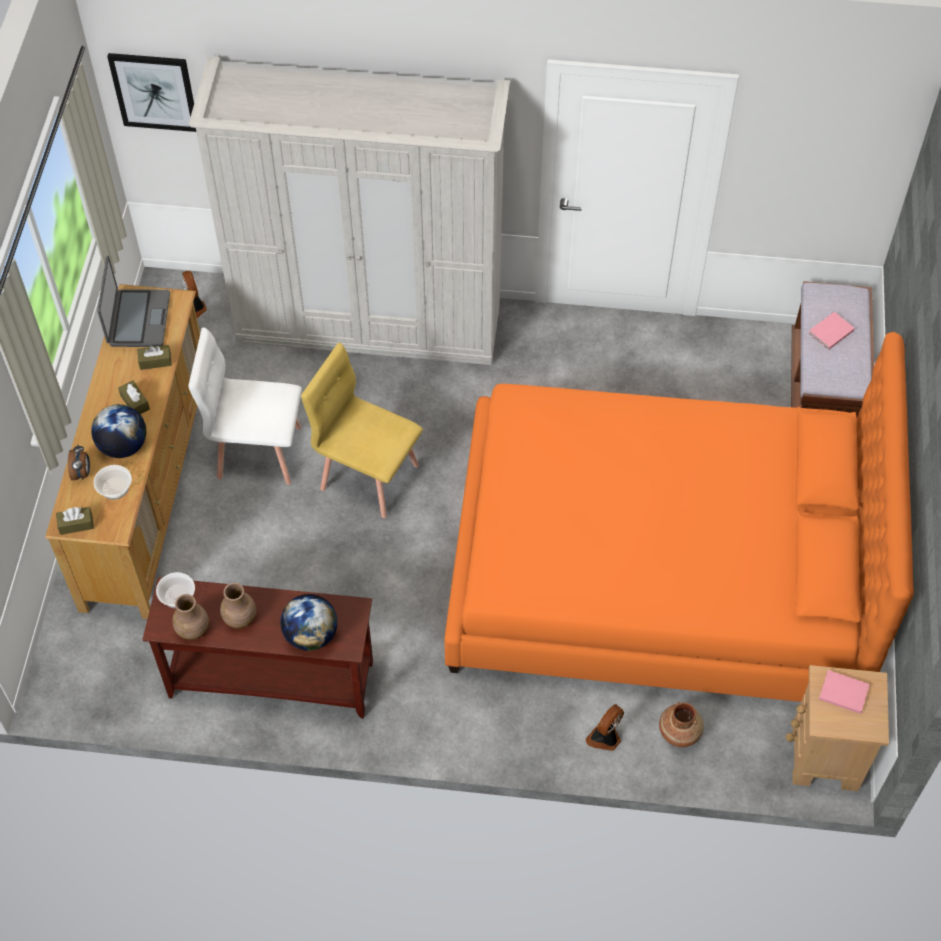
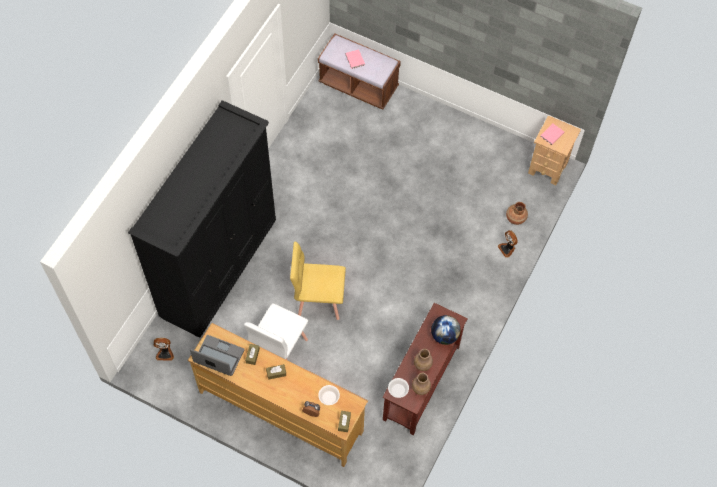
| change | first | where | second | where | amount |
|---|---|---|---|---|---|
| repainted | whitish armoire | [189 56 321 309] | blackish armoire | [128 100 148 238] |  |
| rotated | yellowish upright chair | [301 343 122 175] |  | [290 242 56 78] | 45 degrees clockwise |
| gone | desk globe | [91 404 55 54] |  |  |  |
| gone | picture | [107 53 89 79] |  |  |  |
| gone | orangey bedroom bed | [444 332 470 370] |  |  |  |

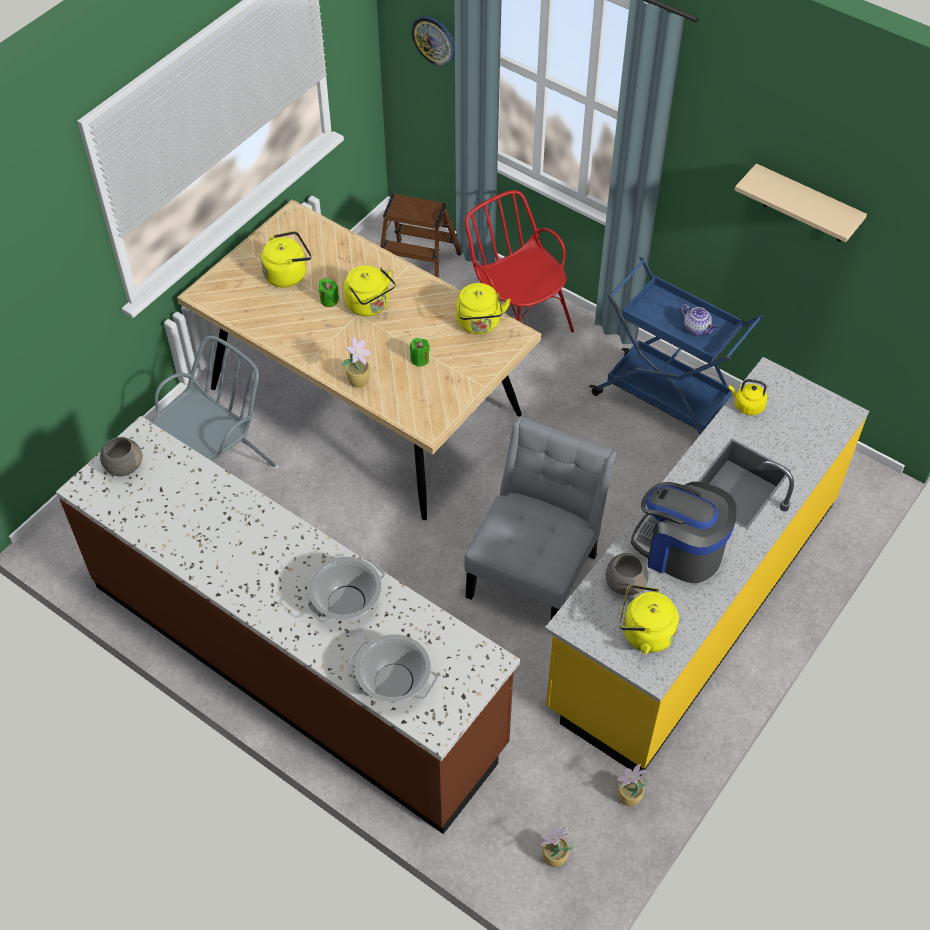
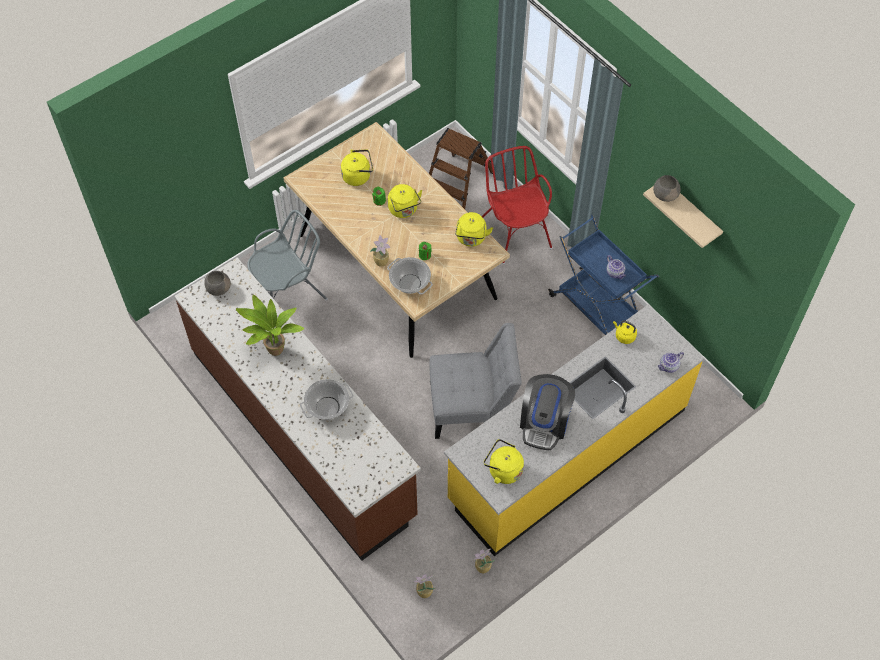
| change | first | where | second | where | amount |
|---|---|---|---|---|---|
| new |  |  | potted plant | [236 295 68 61] |  |
| shifted | stockpot | [349 634 89 68] |  | [387 257 46 37] |  |
| rotated | greyish upright chair | [464 416 153 203] |  | [429 323 93 116] | 45 degrees clockwise |
| rotated | coffee brewer | [631 482 106 101] |  | [520 374 55 76] | 120 degrees counterclockwise |
| shifted | greyish bowl | [606 553 43 43] |  | [653 175 28 27] |  |
| new |  |  | tea pot | [658 352 26 21] |  |
| gone | wall clock | [411 16 44 50] |  |  |  |

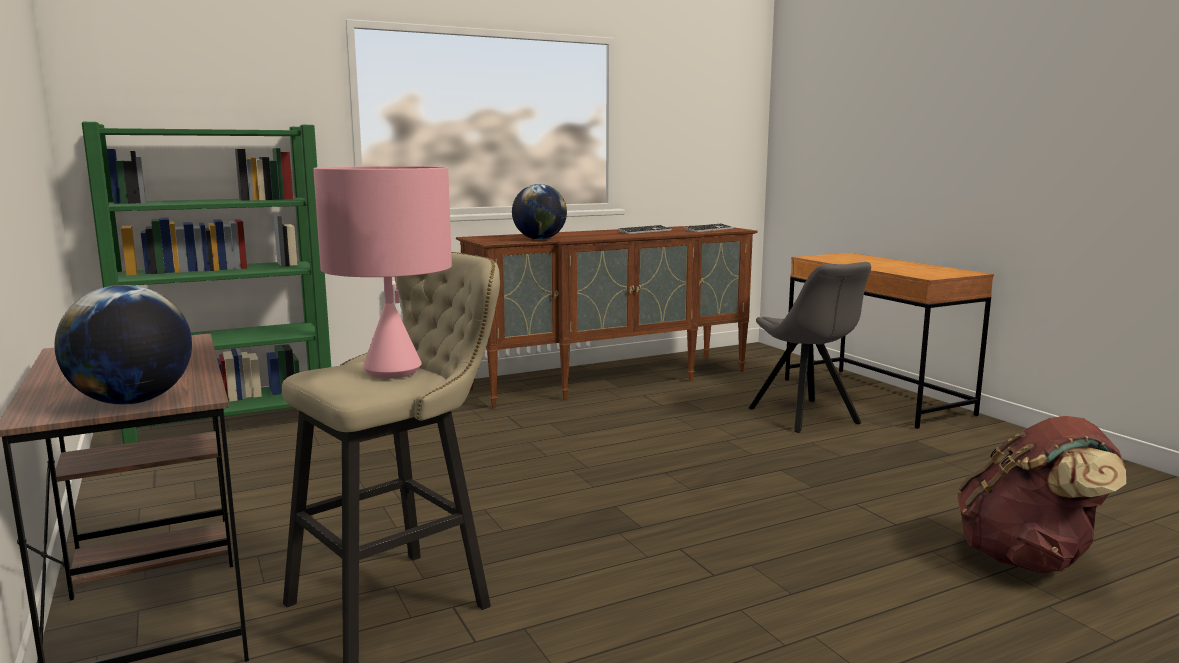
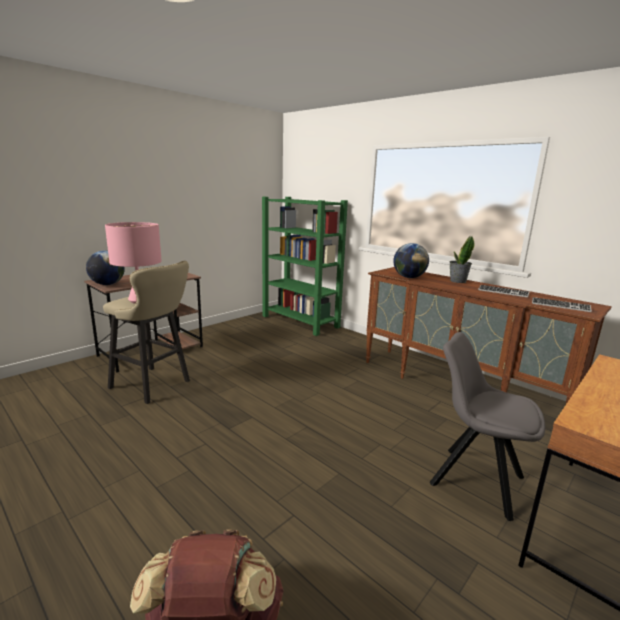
| change | first | where | second | where | amount |
|---|---|---|---|---|---|
| rotated | greyish upright chair | [749 262 122 171] |  | [430 332 115 189] | 75 degrees clockwise |
| new |  |  | potted plant | [449 236 26 47] |  |

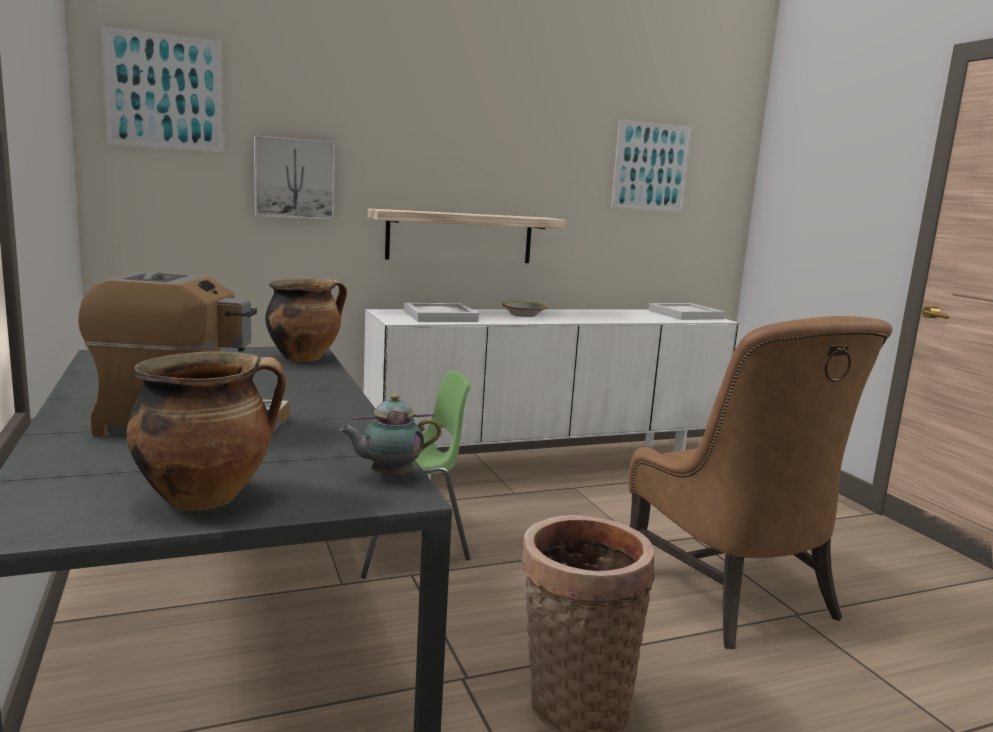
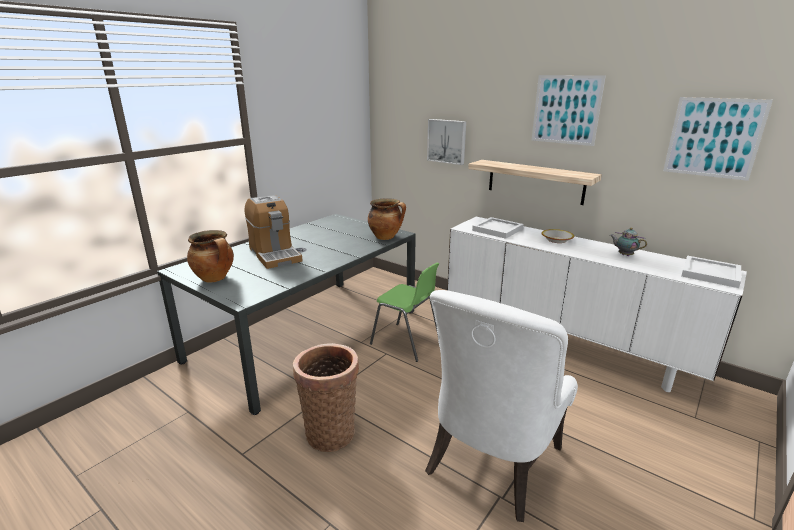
| change | first | where | second | where | amount |
|---|---|---|---|---|---|
| repainted | brown-coloured upright chair | [629 316 264 333] | whitish upright chair | [425 290 153 232] |  |
| shifted | picture | [101 26 123 127] |  | [532 75 74 71] |  |
| shifted | tea pot | [340 394 101 83] |  | [610 227 37 29] |  |

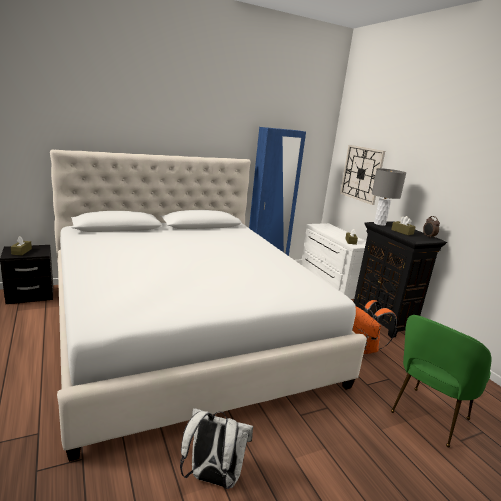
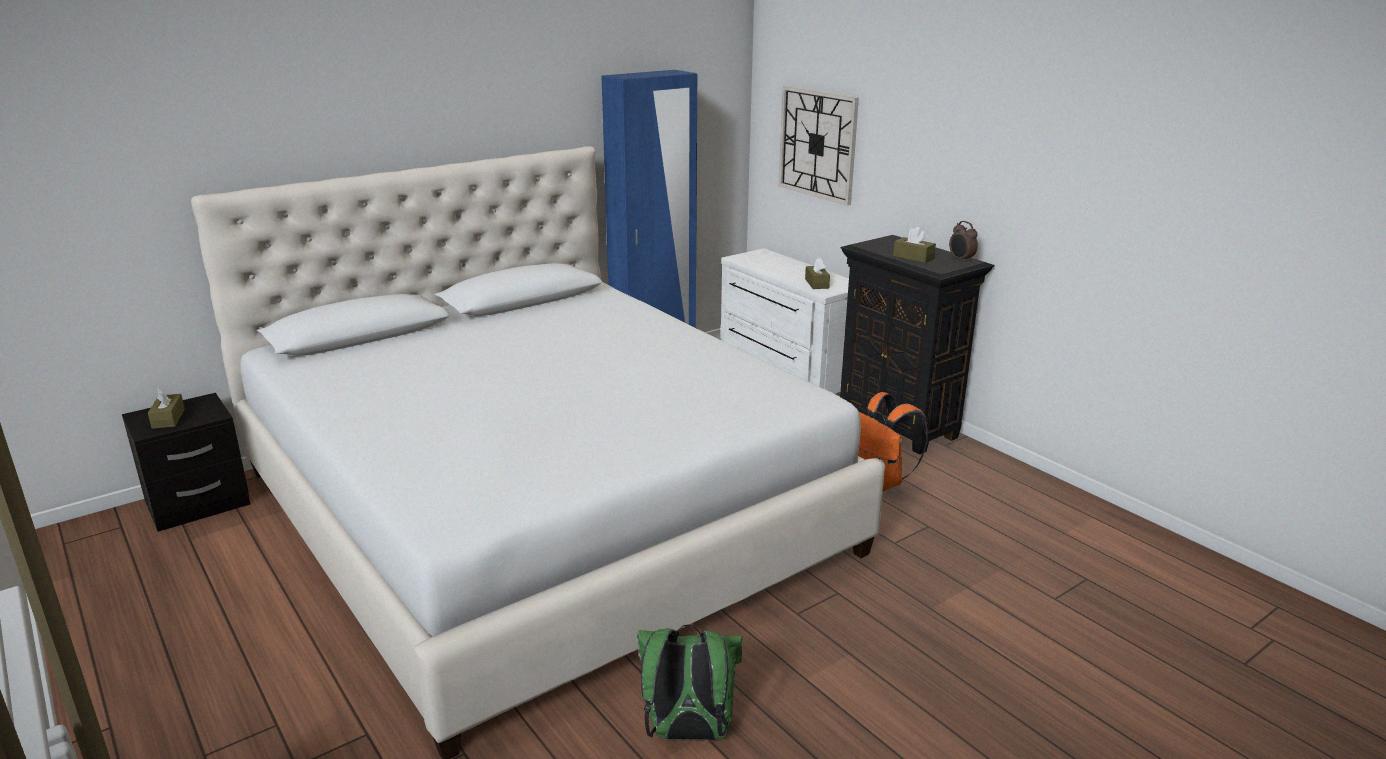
| change | first | where | second | where | amount |
|---|---|---|---|---|---|
| repainted | whitish knapsack | [180 408 73 81] | green knapsack | [637 624 105 116] |  |
| gone | greyish table lamp | [372 168 34 58] |  |  |  |
| gone | green upright chair | [391 315 101 132] |  |  |  |

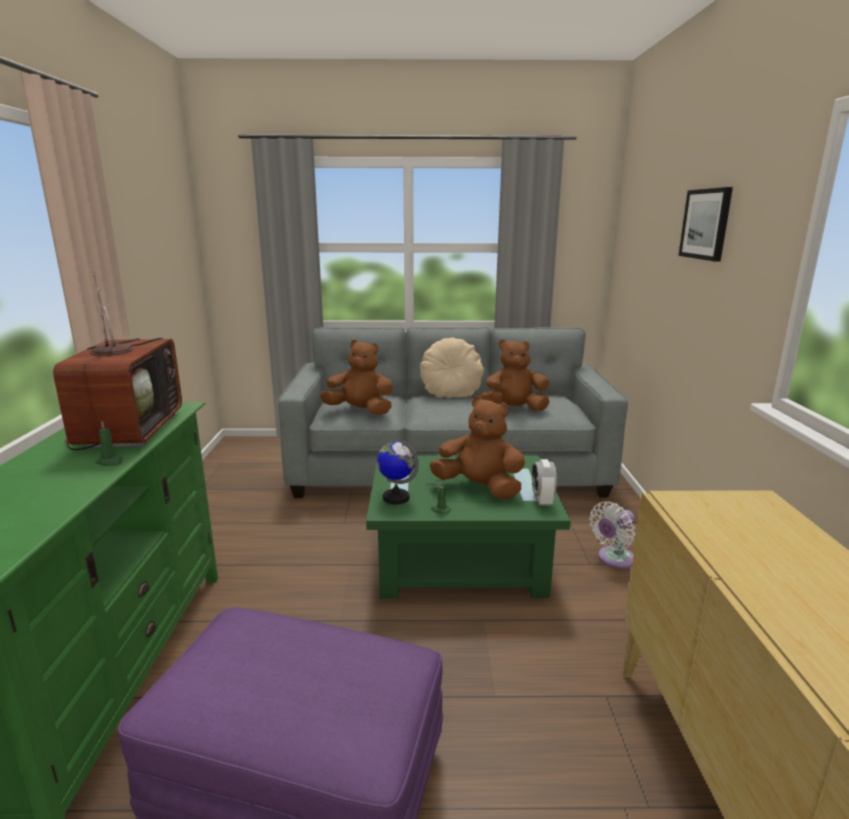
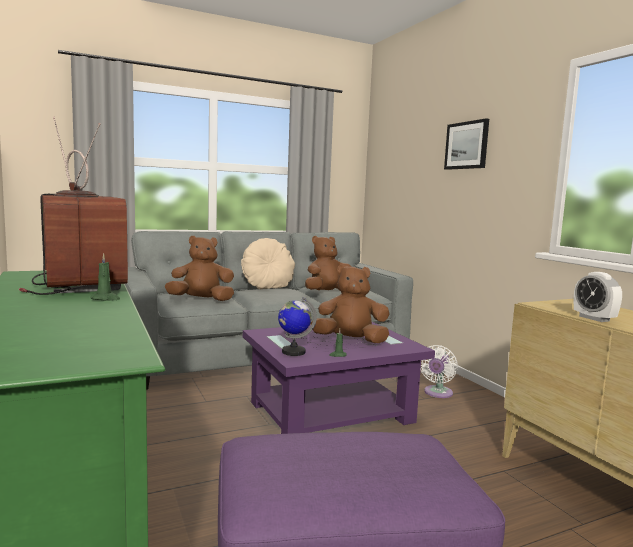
| change | first | where | second | where | amount |
|---|---|---|---|---|---|
| repainted | green low table | [366 456 205 142] | purple-coloured low table | [243 322 192 112] |  |
| shifted | alarm clock | [532 459 25 47] |  | [574 272 48 50] |  |

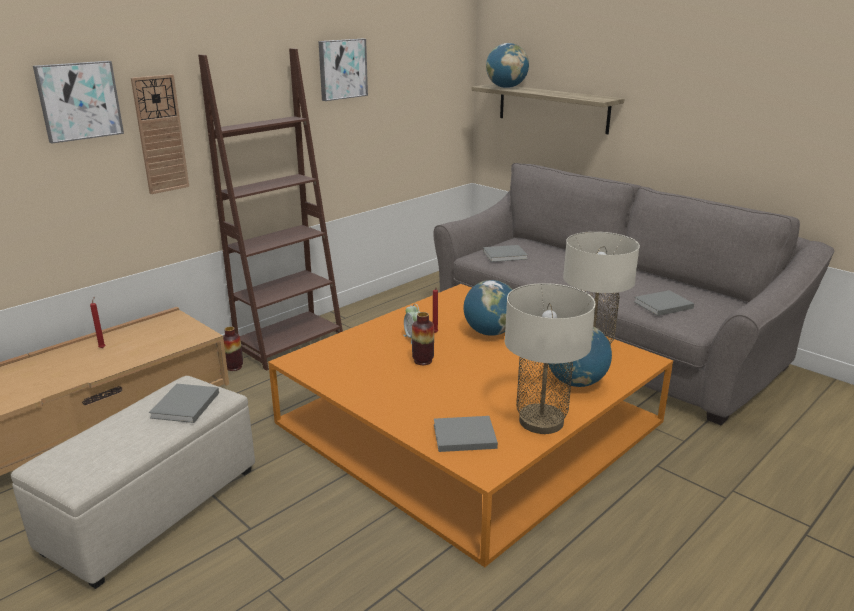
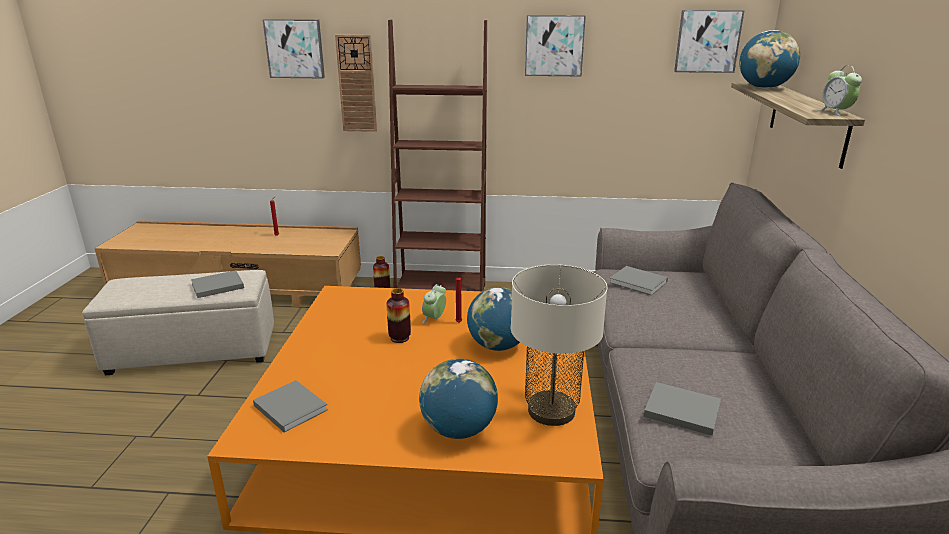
| change | first | where | second | where | amount |
|---|---|---|---|---|---|
| new |  |  | picture | [674 10 70 63] |  |
| new |  |  | alarm clock | [819 66 43 50] |  |
| gone | table lamp | [505 283 91 151] |  |  |  |

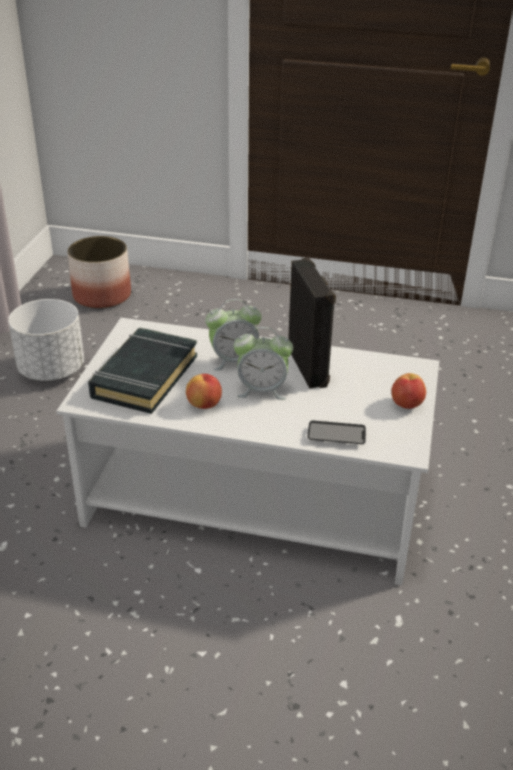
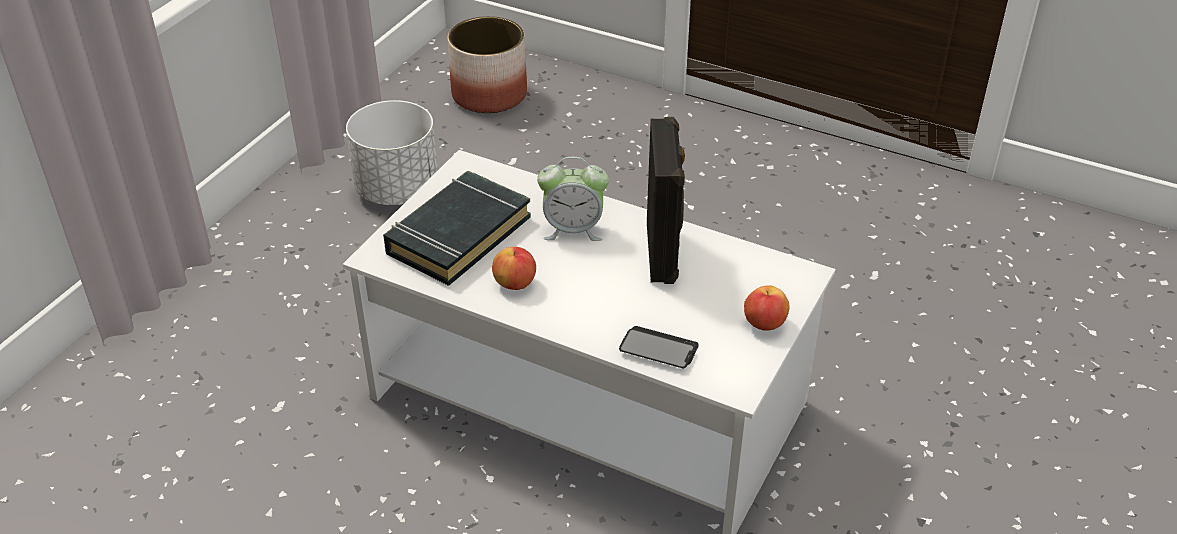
| change | first | where | second | where | amount |
|---|---|---|---|---|---|
| gone | alarm clock | [234 327 59 73] |  |  |  |

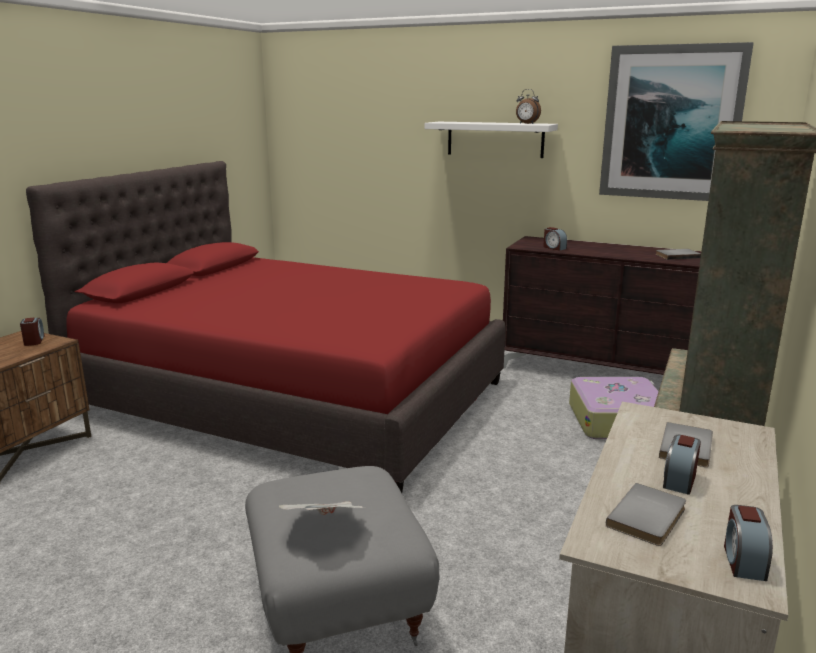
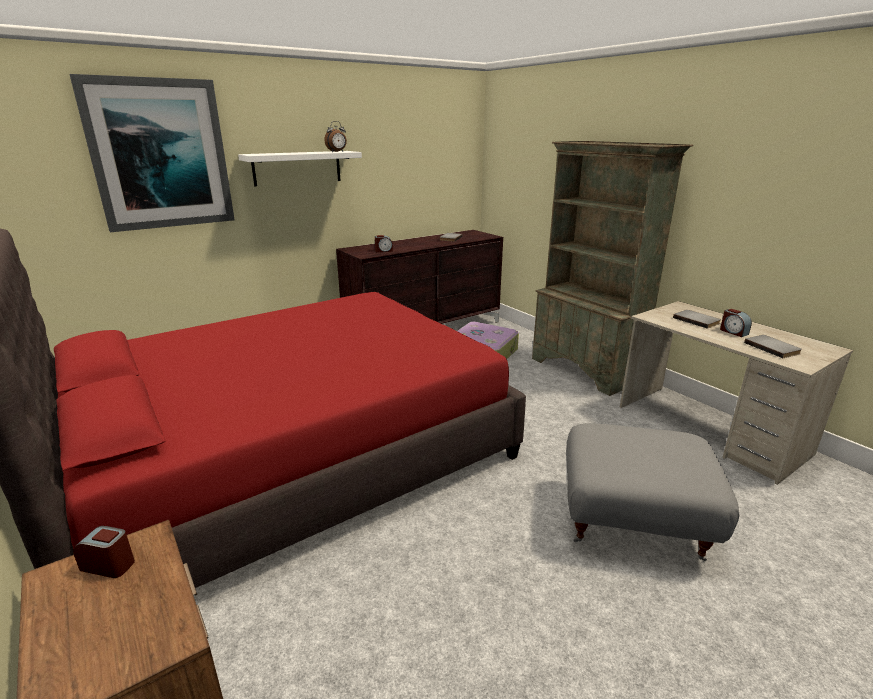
| change | first | where | second | where | amount |
|---|---|---|---|---|---|
| shifted | picture | [599 42 155 159] |  | [70 74 165 158] |  |
| gone | printed paper | [279 502 85 13] |  |  |  |
| gone | alarm clock | [724 505 49 76] |  |  |  |

